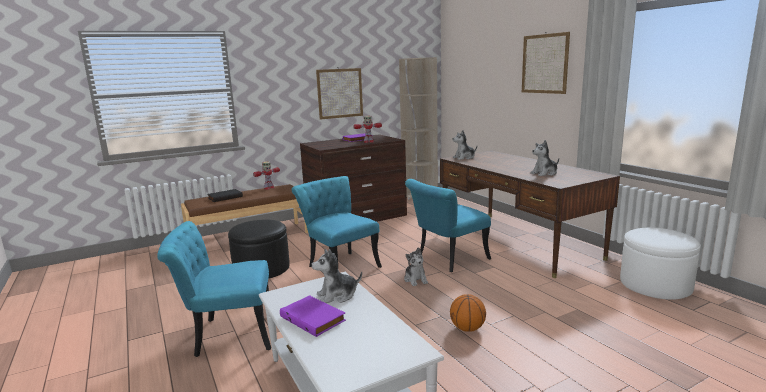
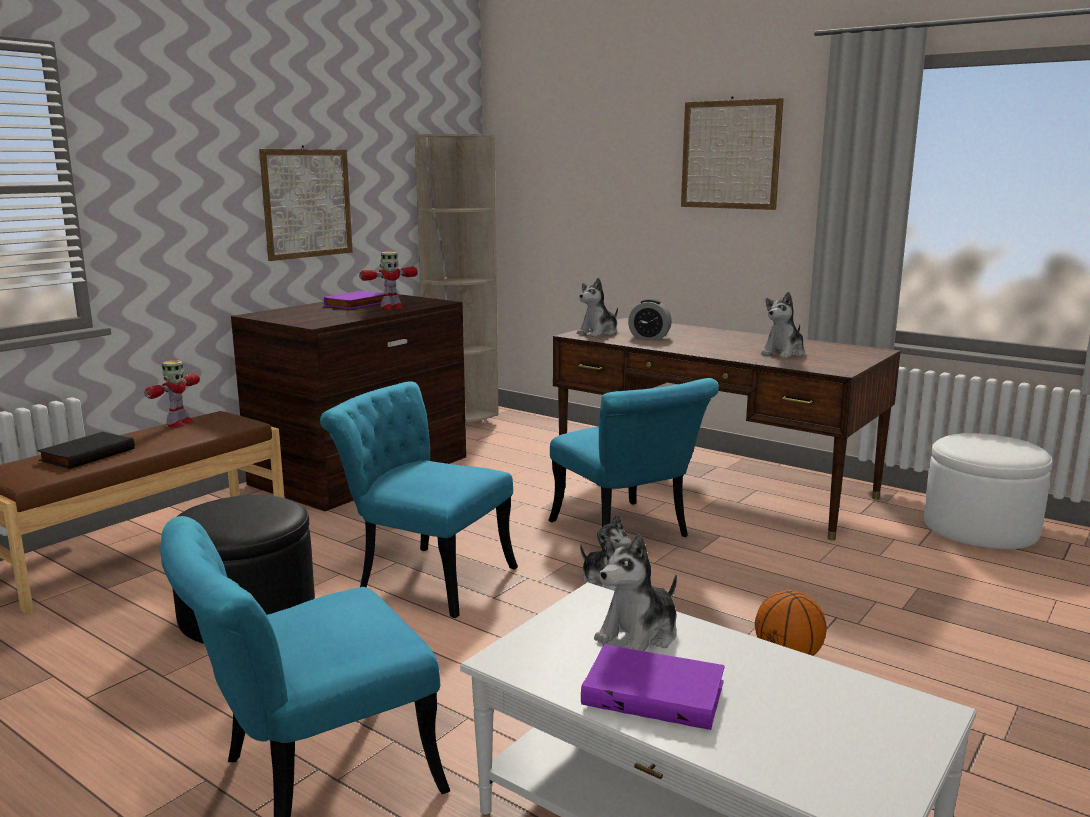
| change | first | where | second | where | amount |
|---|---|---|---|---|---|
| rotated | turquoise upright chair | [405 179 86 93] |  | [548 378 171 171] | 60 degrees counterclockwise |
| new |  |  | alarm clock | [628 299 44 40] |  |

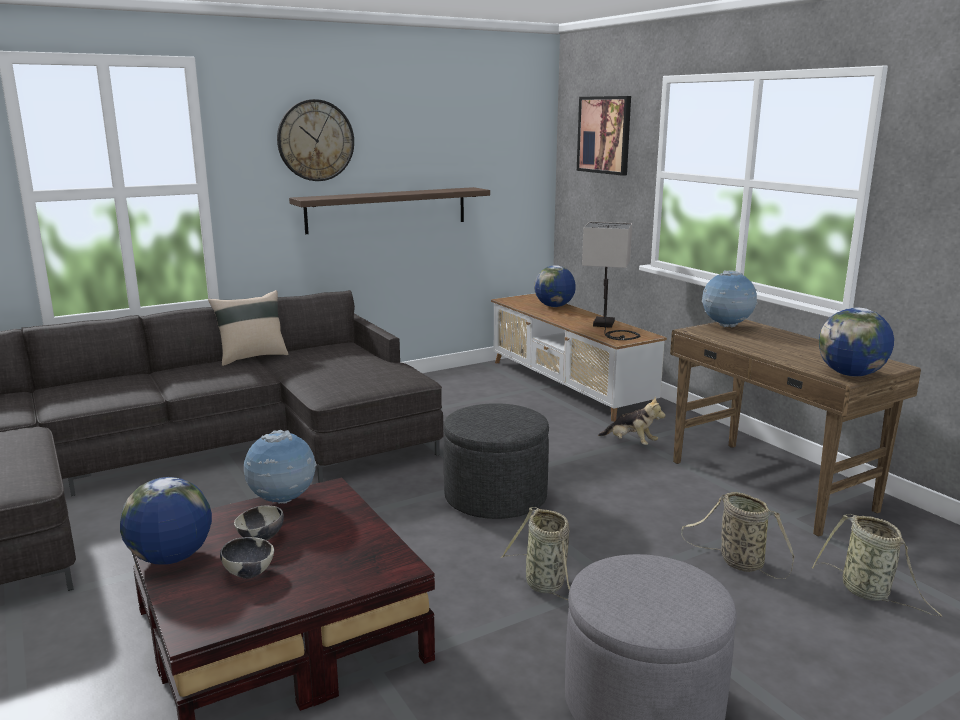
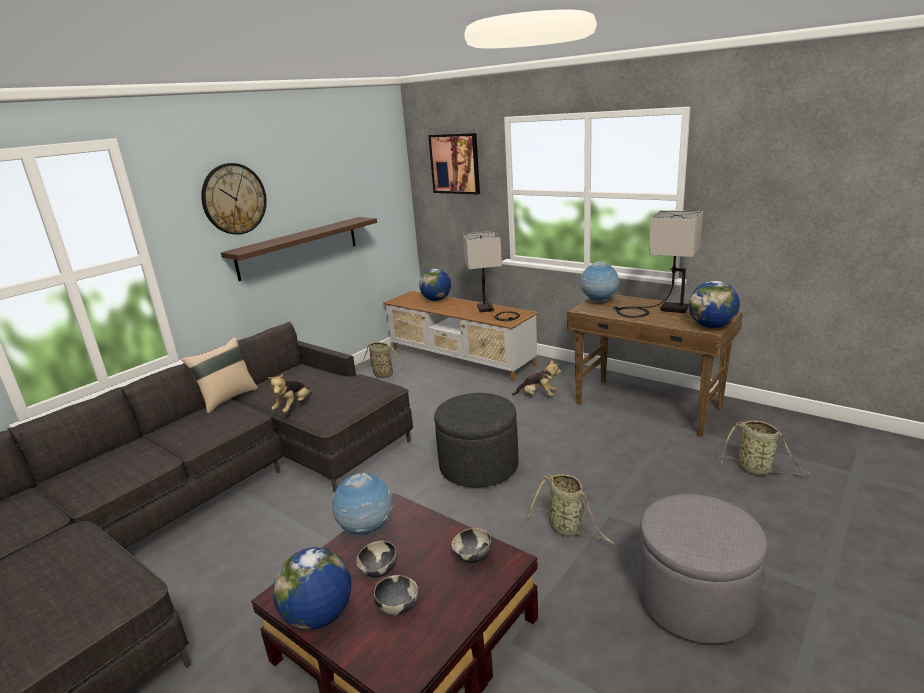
| change | first | where | second | where | amount |
|---|---|---|---|---|---|
| new |  |  | cuddly toy | [268 374 44 39] |  |
| shifted | storage basket | [681 492 114 87] |  | [355 342 51 36] |  |
| new |  |  | bowl | [452 528 40 35] |  |
| new |  |  | table lamp | [613 210 90 108] |  |

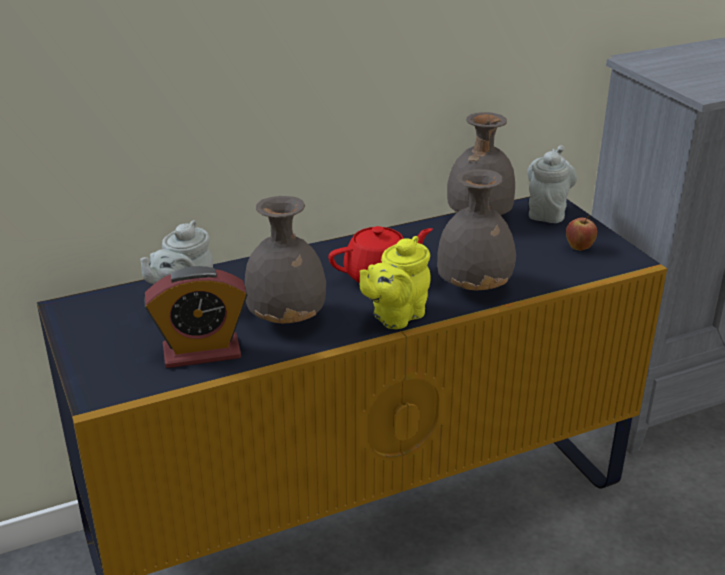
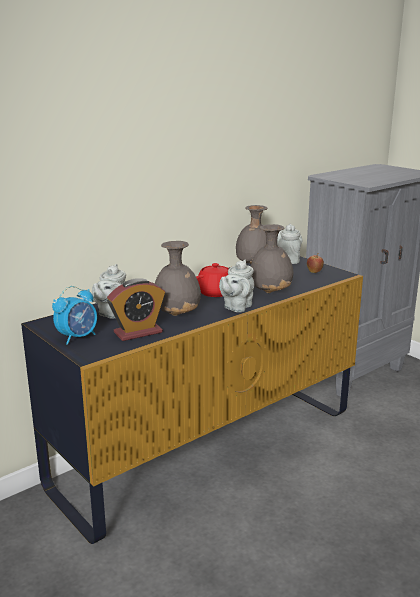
| change | first | where | second | where | amount |
|---|---|---|---|---|---|
| new |  |  | alarm clock | [52 286 45 59] |  |
| repainted | yellowish tea pot | [359 236 72 93] | greyish tea pot | [219 259 35 53] |  |

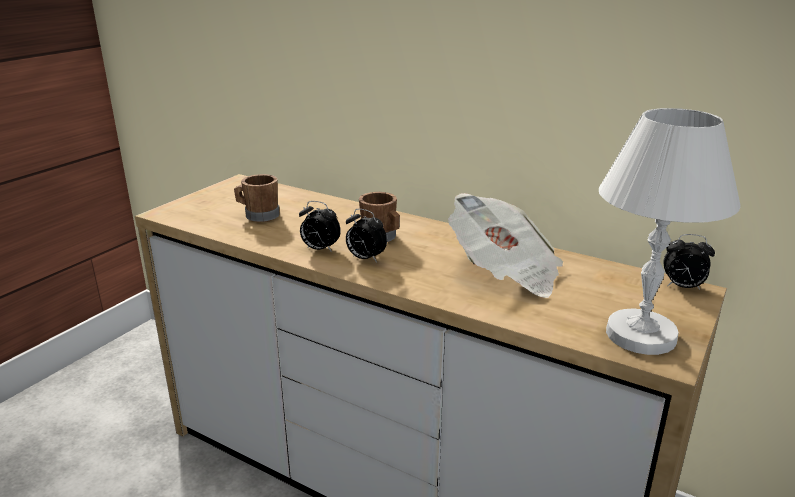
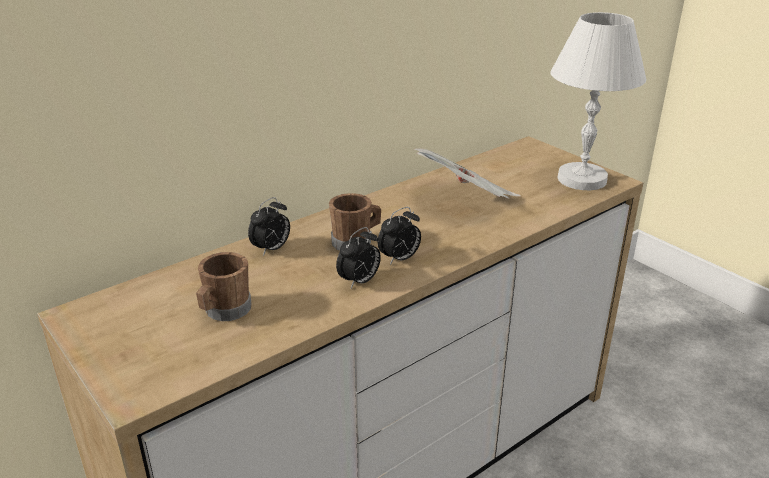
| change | first | where | second | where | amount |
|---|---|---|---|---|---|
| shifted | alarm clock | [664 234 51 56] |  | [248 197 42 59] |  |

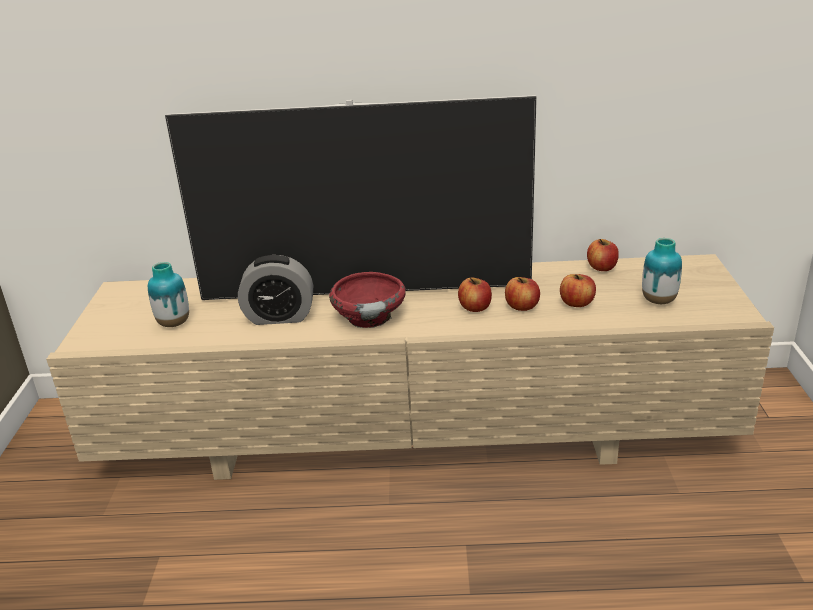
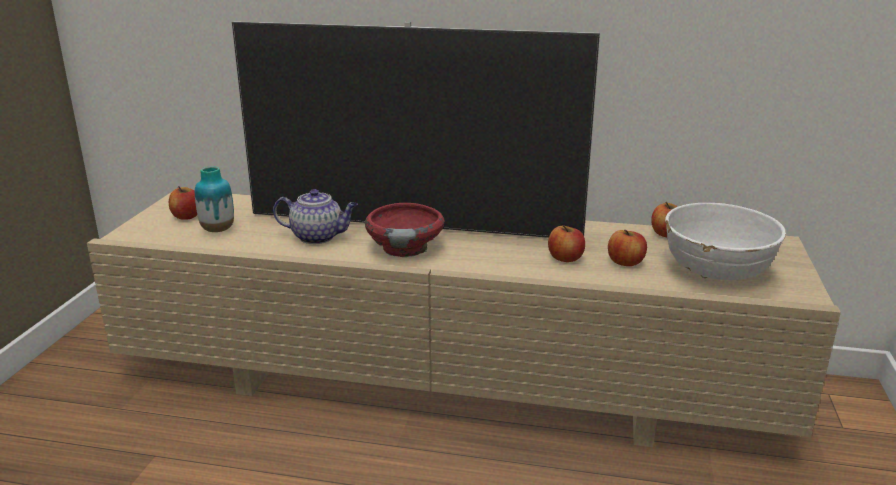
| change | first | where | second | where | amount |
|---|---|---|---|---|---|
| shifted | apple fruit | [458 277 34 35] |  | [169 187 28 33] |  |
| swapped | alarm clock | [238 255 75 70] | tea pot | [273 189 85 55] |  |
| swapped | flower vase | [642 238 40 66] | whitish bowl | [665 203 121 77] |  |

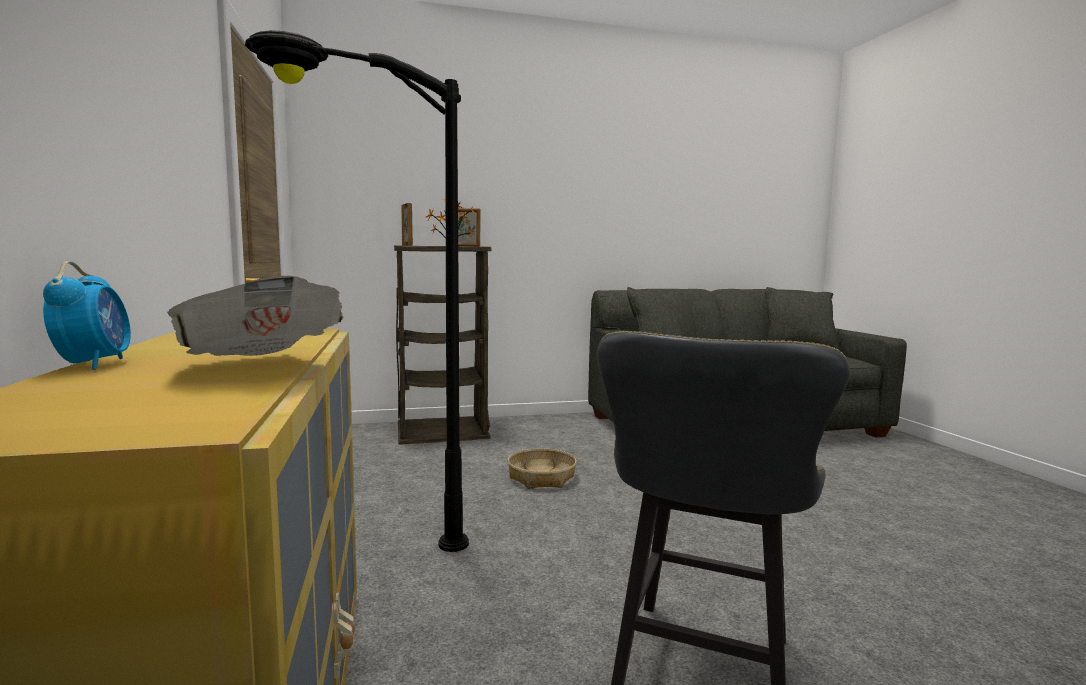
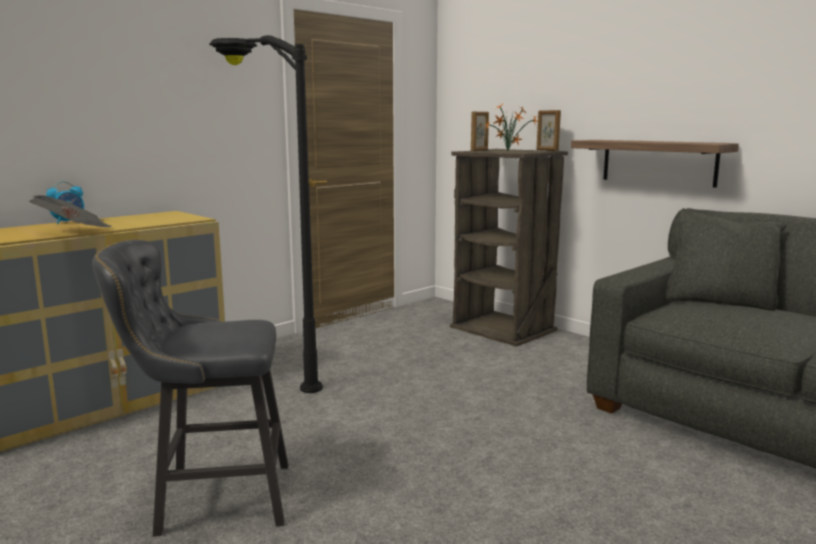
| change | first | where | second | where | amount |
|---|---|---|---|---|---|
| new |  |  | wall shelf | [571 140 168 48] |  |
| gone | storage basket | [508 448 69 41] |  |  |  |

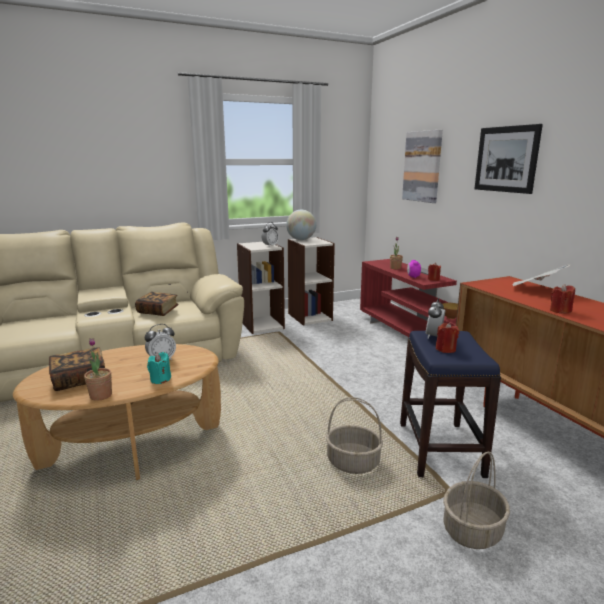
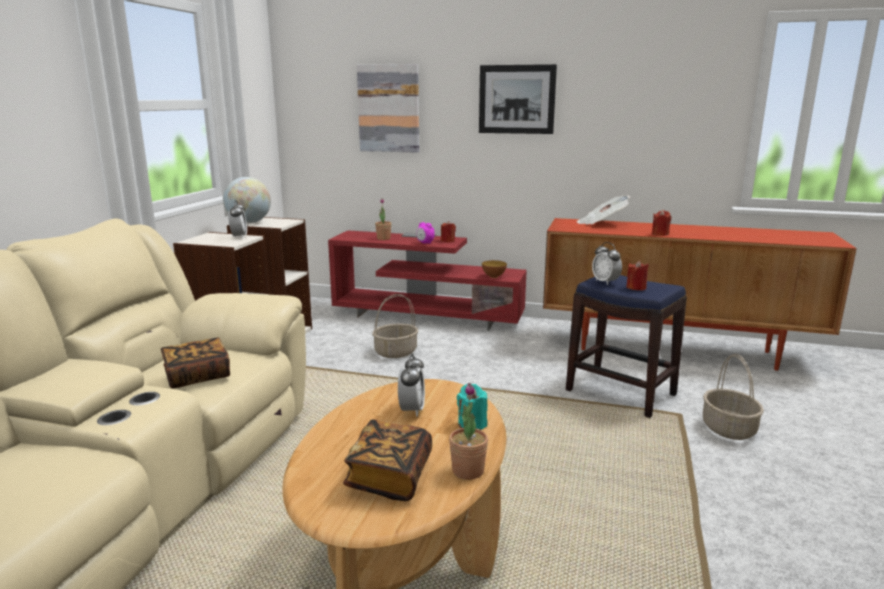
| change | first | where | second | where | amount |
|---|---|---|---|---|---|
| shifted | storage basket | [326 397 57 77] |  | [372 294 46 64] |  |

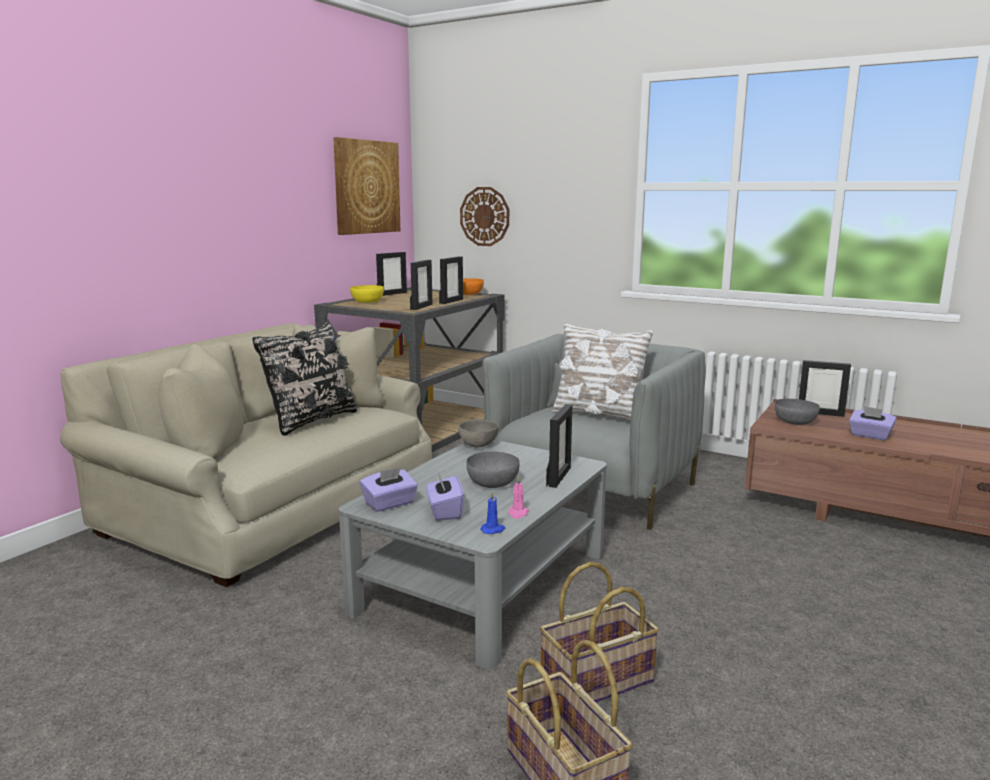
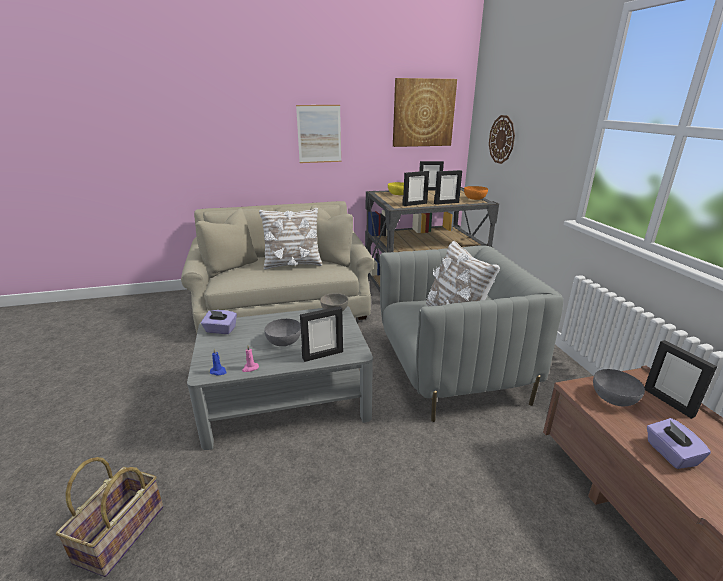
| change | first | where | second | where | amount |
|---|---|---|---|---|---|
| repainted | blackish cushion | [253 323 104 113] | whitish cushion | [259 208 63 62] |  |
| new |  |  | picture | [296 105 45 58] |  |
| gone | purple-coloured tissue holder | [426 471 38 50] |  |  |  |
| gone | storage basket | [539 562 120 140] |  |  |  |

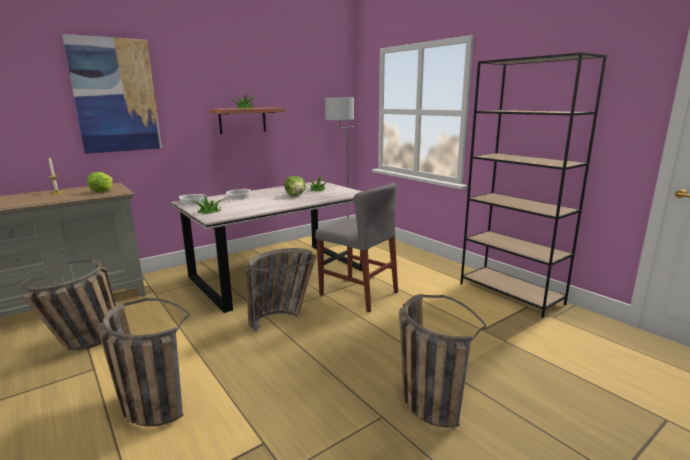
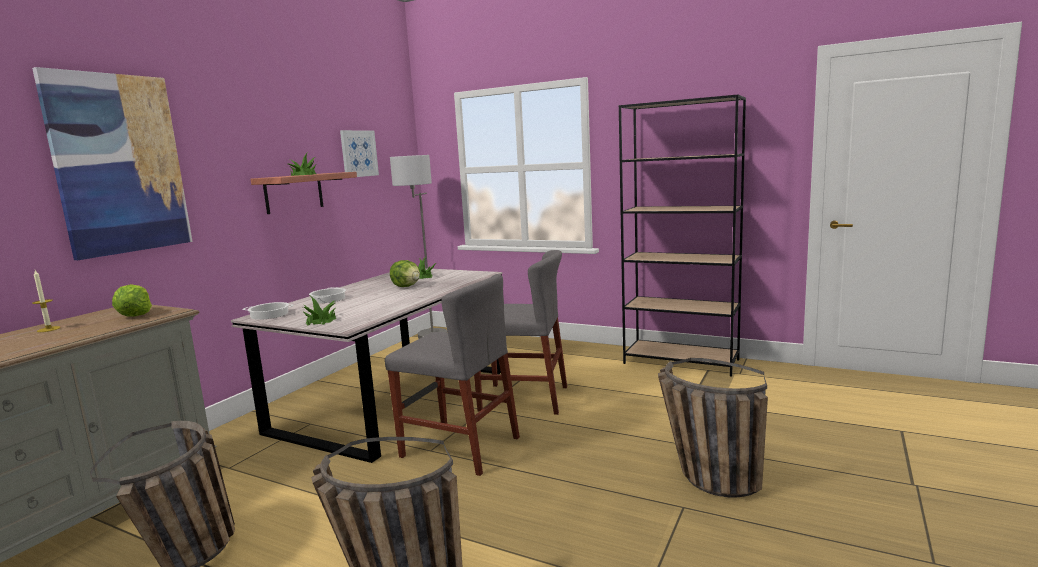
| change | first | where | second | where | amount |
|---|---|---|---|---|---|
| new |  |  | picture | [340 130 39 47] |  |
| swapped | storage basket | [246 248 71 84] | greyish upright chair | [385 274 135 202] |  |

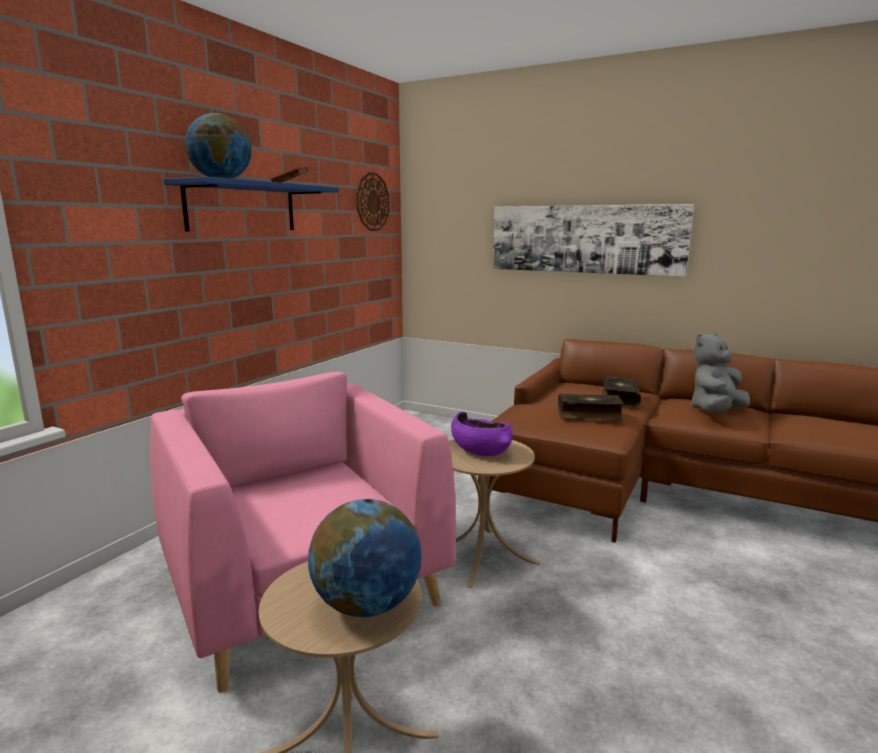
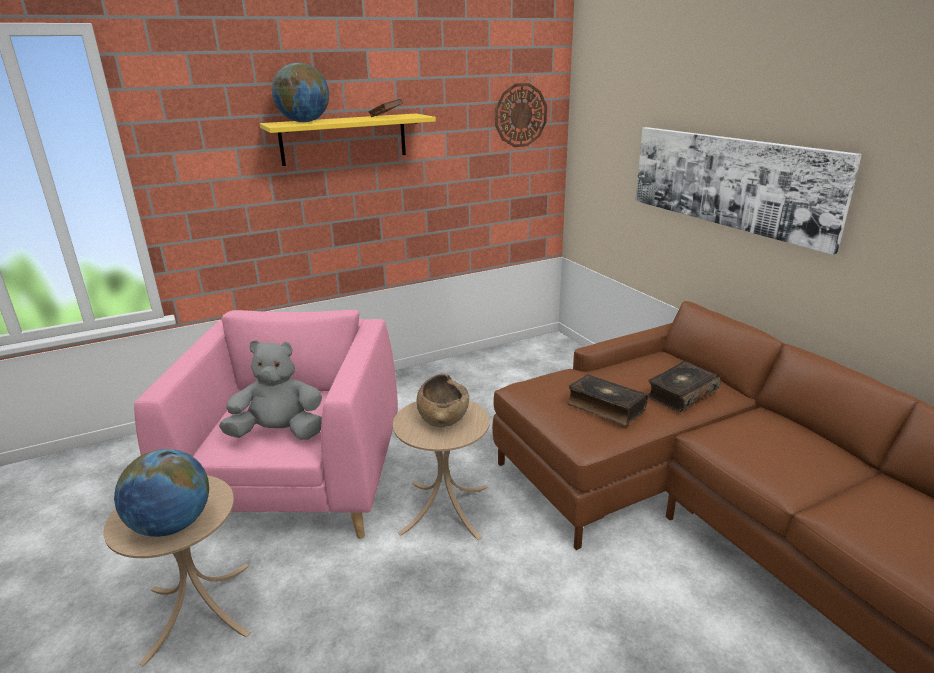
| change | first | where | second | where | amount |
|---|---|---|---|---|---|
| shifted | greyish cuddly toy | [691 333 59 80] |  | [219 340 103 100] |  |
| repainted | blue-coloured wall shelf | [163 177 176 54] | yellowish wall shelf | [260 113 176 53] |  |
| repainted | purple-coloured bowl | [451 411 61 45] | brown-coloured bowl | [417 373 52 54] |  |

